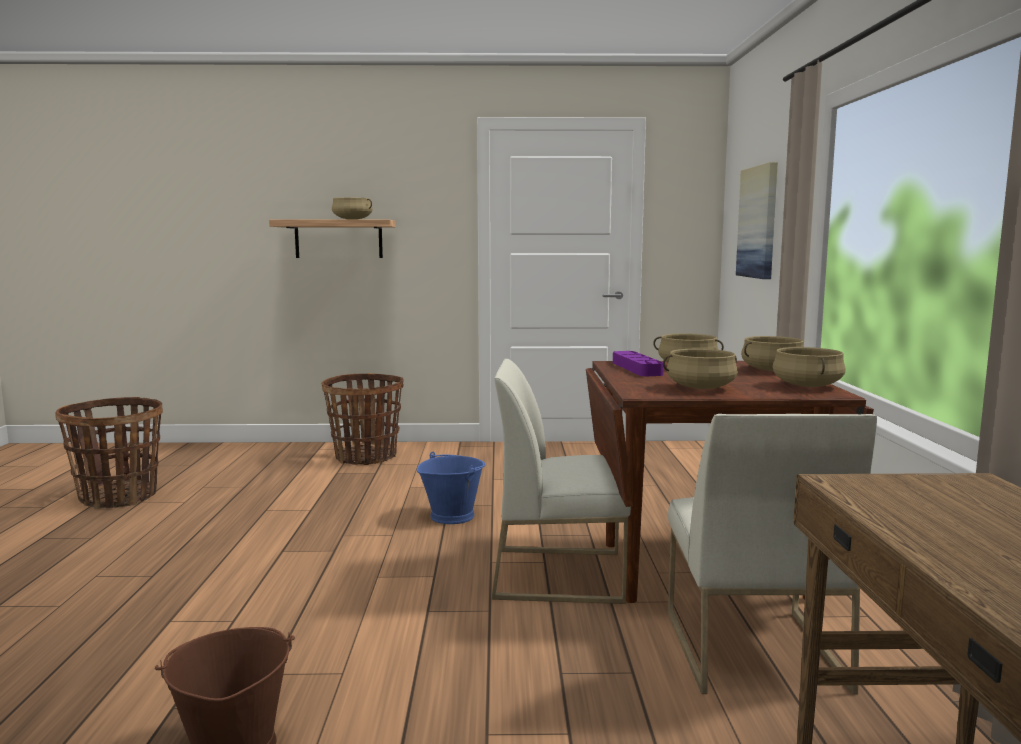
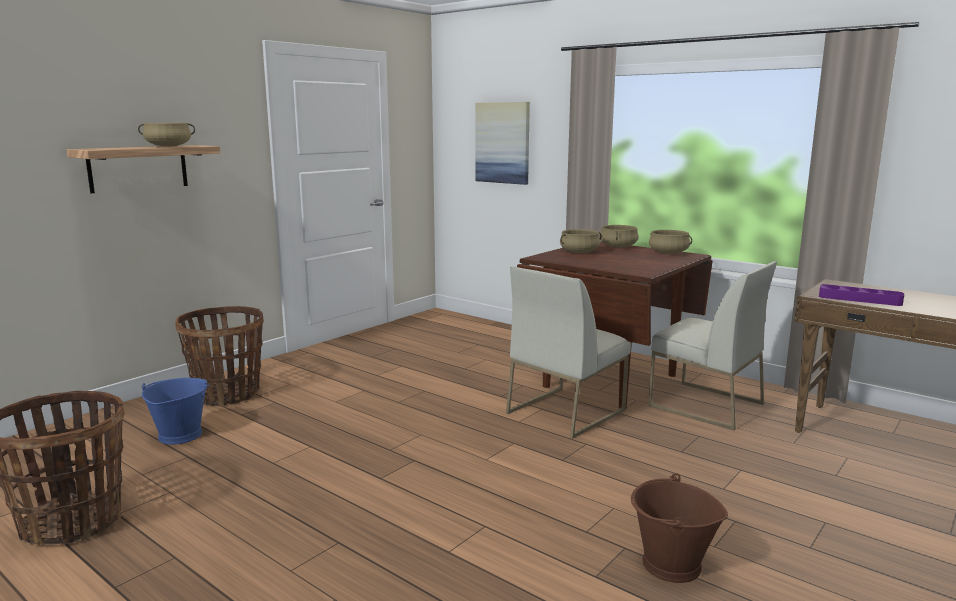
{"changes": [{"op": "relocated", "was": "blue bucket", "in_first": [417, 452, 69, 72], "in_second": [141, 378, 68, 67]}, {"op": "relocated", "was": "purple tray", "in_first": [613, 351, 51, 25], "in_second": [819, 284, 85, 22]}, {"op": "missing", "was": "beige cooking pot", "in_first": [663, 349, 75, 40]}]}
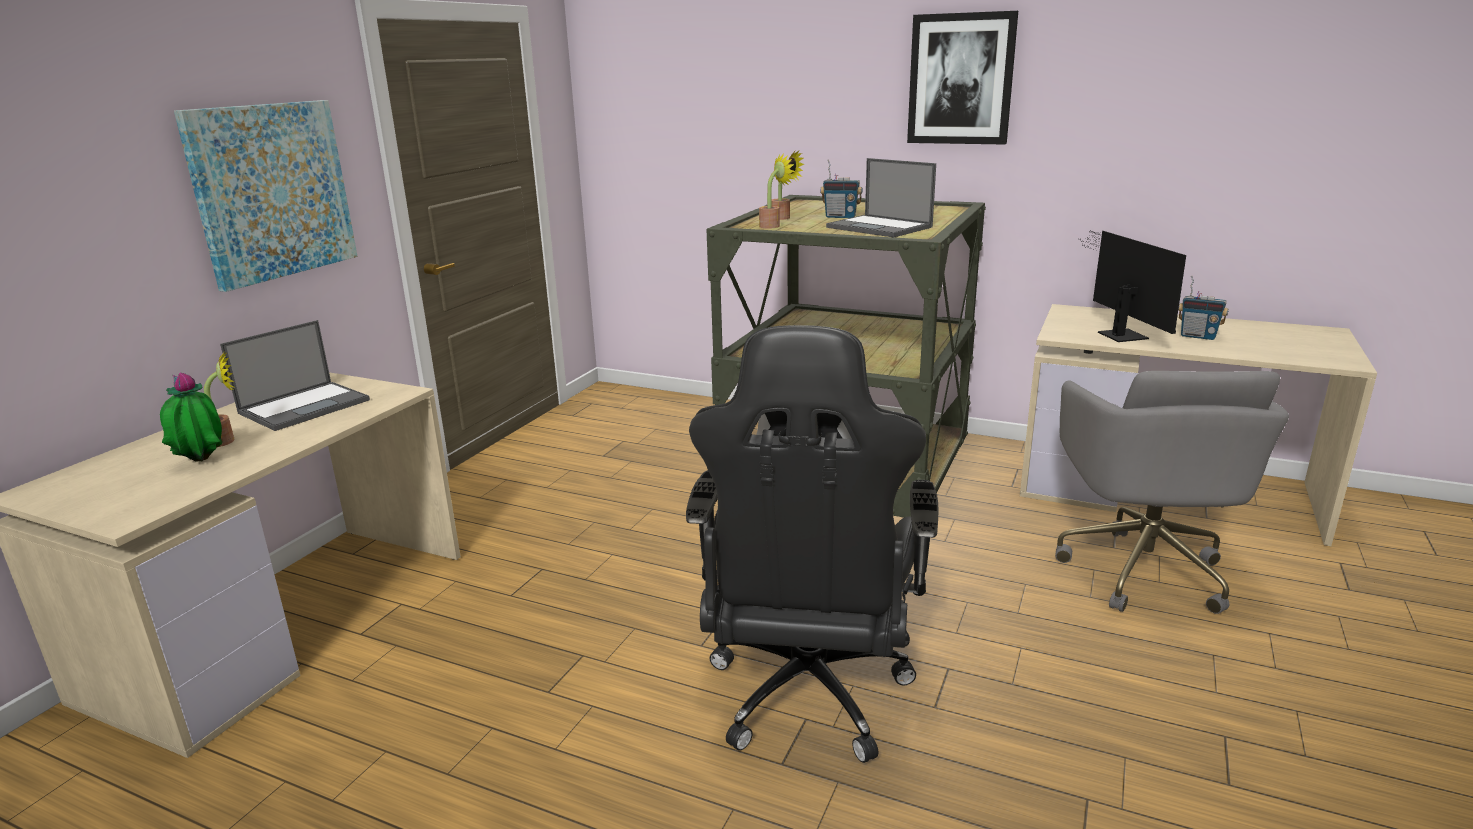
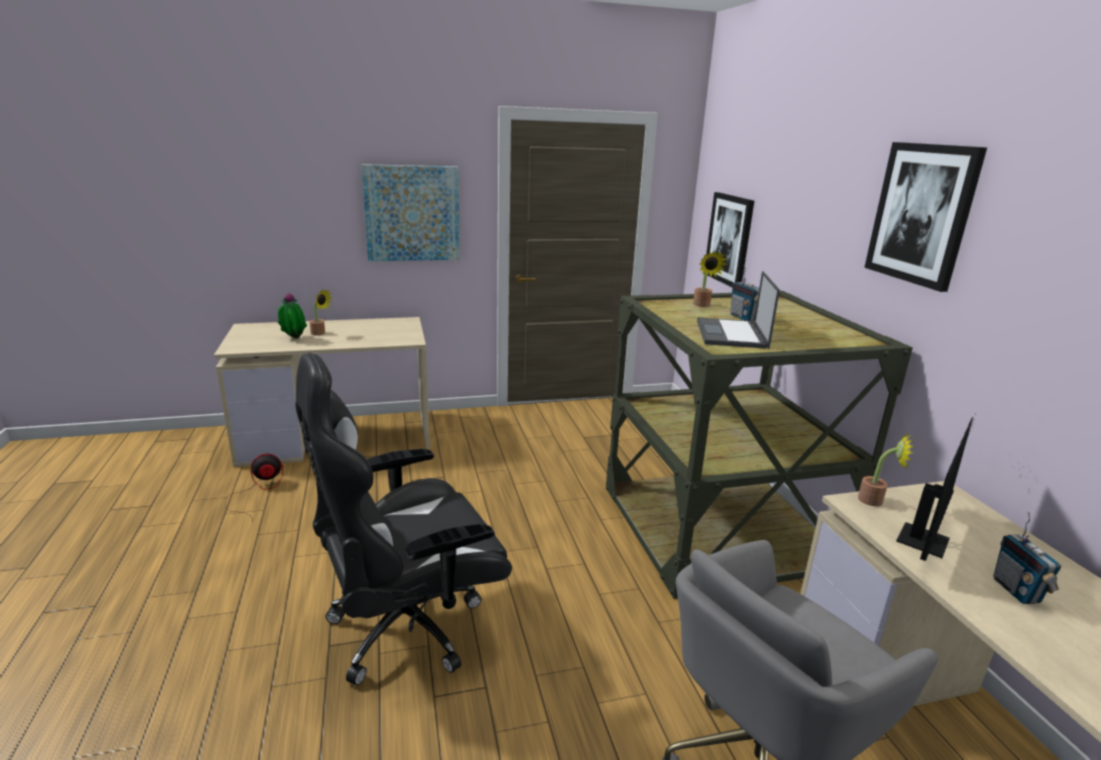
{"changes": [{"op": "appeared", "now": "fan", "in_second": [225, 454, 58, 69]}, {"op": "appeared", "now": "picture", "in_second": [706, 192, 48, 95]}, {"op": "relocated", "was": "potted plant", "in_first": [759, 154, 36, 75], "in_second": [858, 433, 56, 73]}, {"op": "missing", "was": "laptop", "in_first": [220, 320, 150, 111]}]}
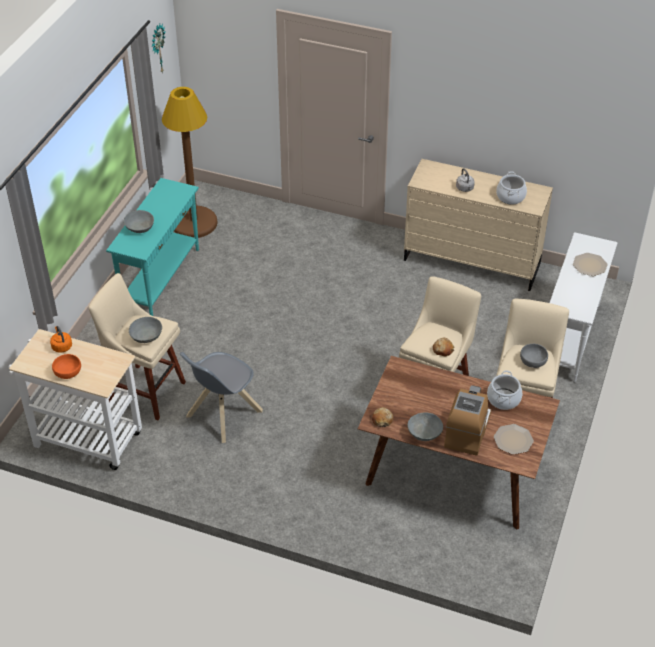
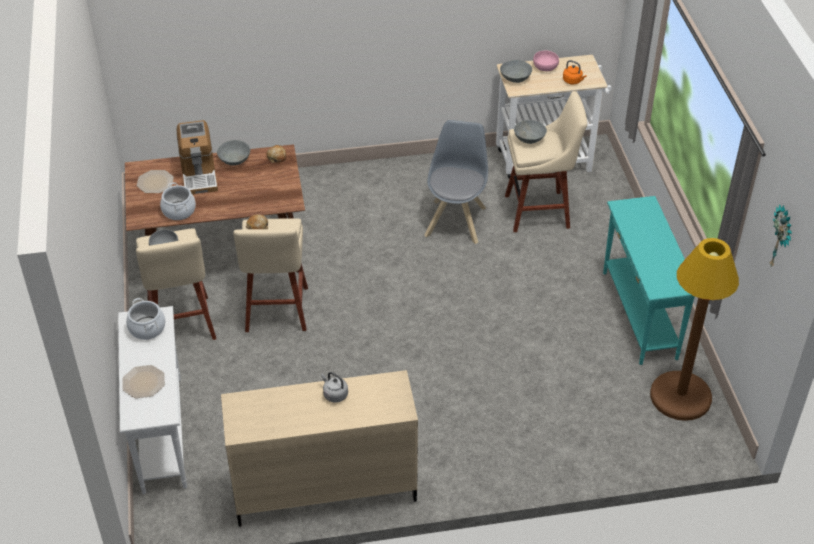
{"changes": [{"op": "relocated", "was": "cooking pot", "in_first": [496, 171, 31, 34], "in_second": [126, 298, 40, 42]}, {"op": "relocated", "was": "grey bowl", "in_first": [124, 210, 30, 23], "in_second": [500, 60, 32, 23]}, {"op": "colour", "was": "orange bowl", "now": "pink bowl", "in_first": [52, 354, 29, 25], "in_second": [533, 51, 26, 20]}]}
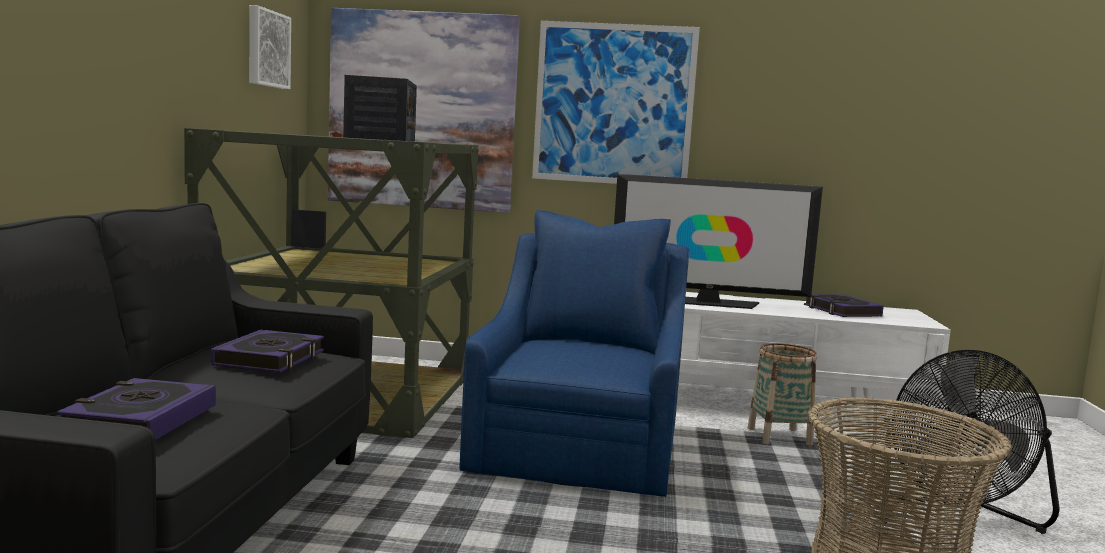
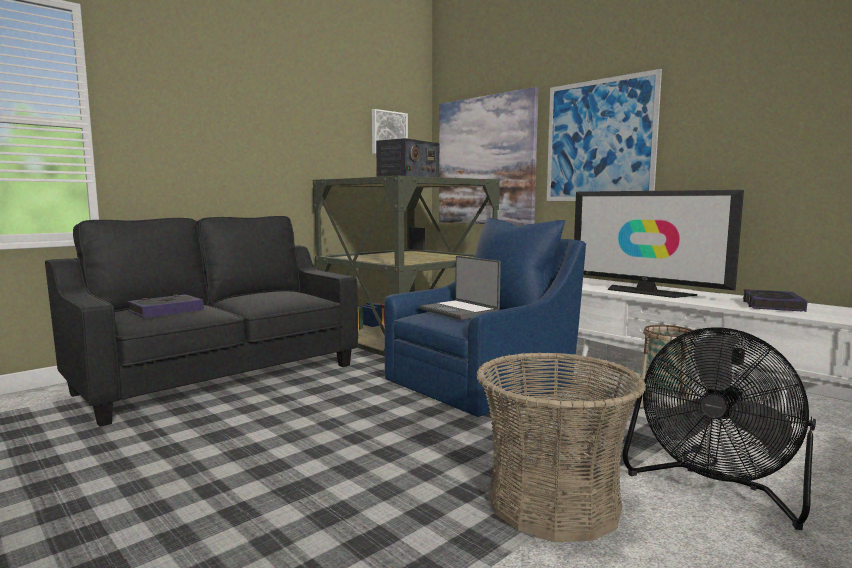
{"changes": [{"op": "appeared", "now": "laptop", "in_second": [420, 256, 81, 64]}, {"op": "missing", "was": "book", "in_first": [211, 330, 113, 43]}]}
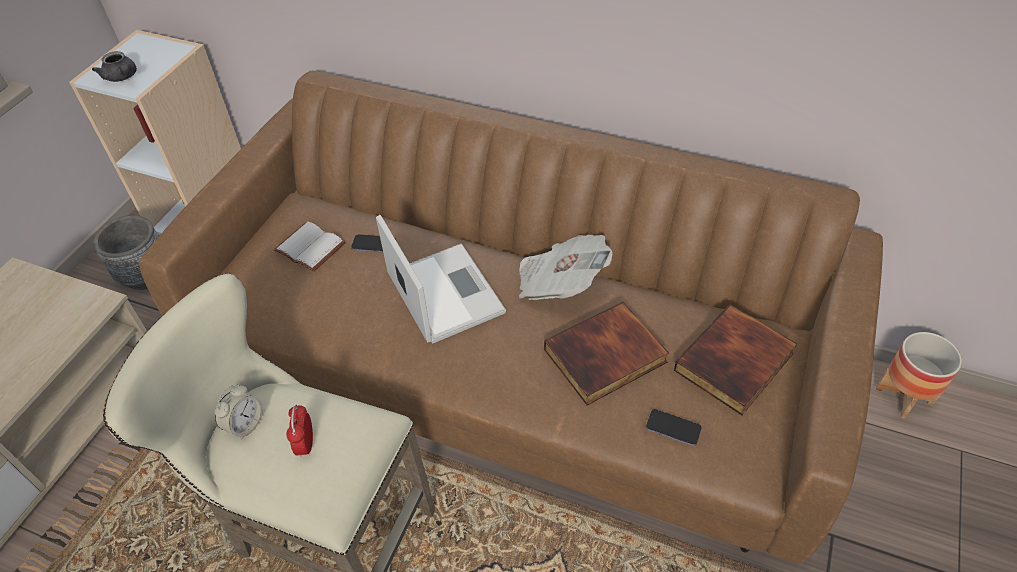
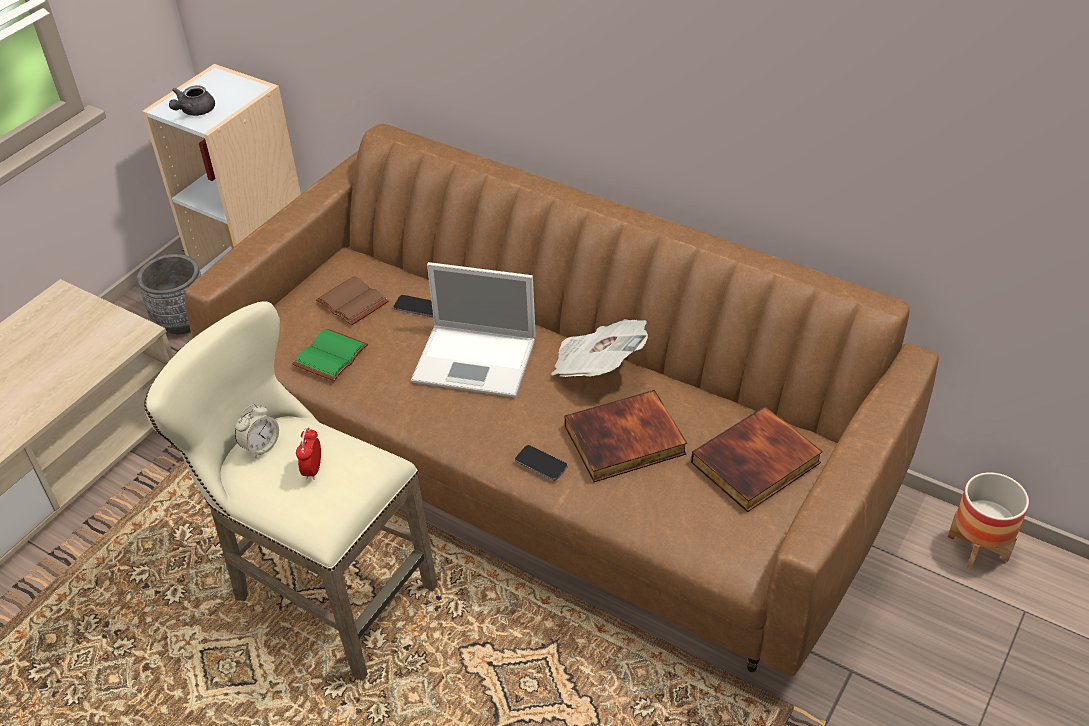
{"changes": [{"op": "spun", "was": "grey teapot", "in_first": [92, 51, 45, 31], "in_second": [169, 85, 46, 31], "clockwise": 60}, {"op": "appeared", "now": "green book", "in_second": [292, 329, 76, 52]}, {"op": "colour", "was": "white book", "now": "brown book", "in_first": [274, 222, 72, 50], "in_second": [316, 276, 73, 50]}, {"op": "spun", "was": "laptop", "in_first": [376, 215, 130, 129], "in_second": [411, 262, 125, 136], "clockwise": 120}, {"op": "relocated", "was": "phone", "in_first": [646, 409, 56, 37], "in_second": [515, 445, 52, 35]}]}
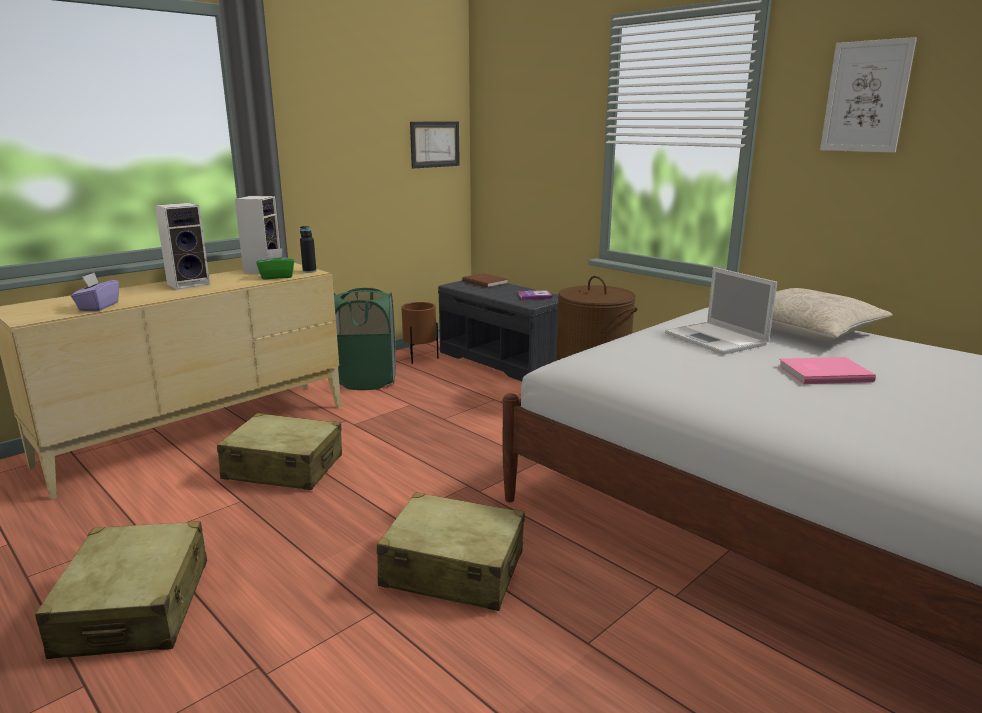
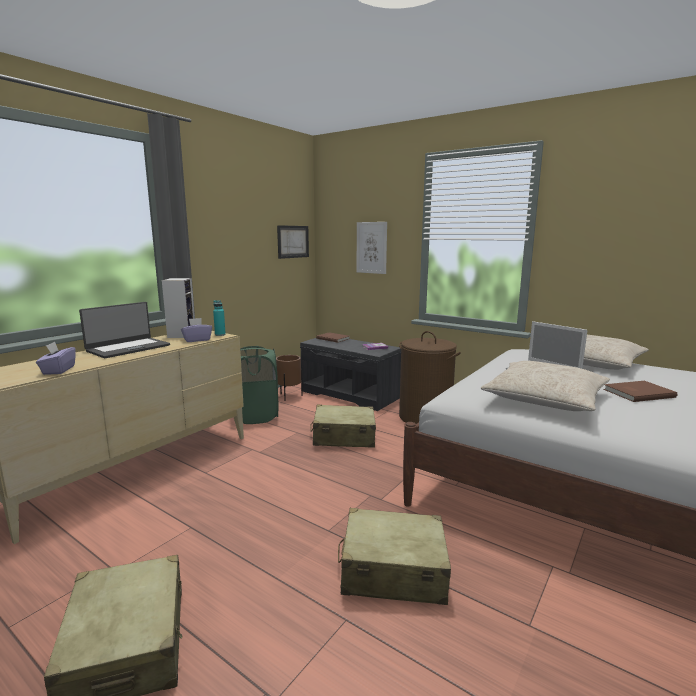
{"changes": [{"op": "exchanged", "was": "speaker", "now": "laptop", "in_first": [155, 203, 55, 87], "in_second": [79, 302, 91, 56]}, {"op": "colour", "was": "green tissue box", "now": "purple tissue box", "in_first": [256, 248, 38, 31], "in_second": [181, 318, 31, 24]}, {"op": "colour", "was": "black bottle", "now": "turquoise bottle", "in_first": [300, 226, 16, 47], "in_second": [213, 300, 13, 36]}, {"op": "relocated", "was": "beige suitcase", "in_first": [217, 413, 125, 77], "in_second": [310, 405, 66, 43]}, {"op": "relocated", "was": "picture", "in_first": [820, 37, 97, 116], "in_second": [356, 222, 31, 52]}, {"op": "appeared", "now": "beige pillow", "in_second": [481, 361, 129, 50]}, {"op": "colour", "was": "pink book", "now": "brown book", "in_first": [778, 357, 98, 27], "in_second": [603, 381, 74, 21]}]}
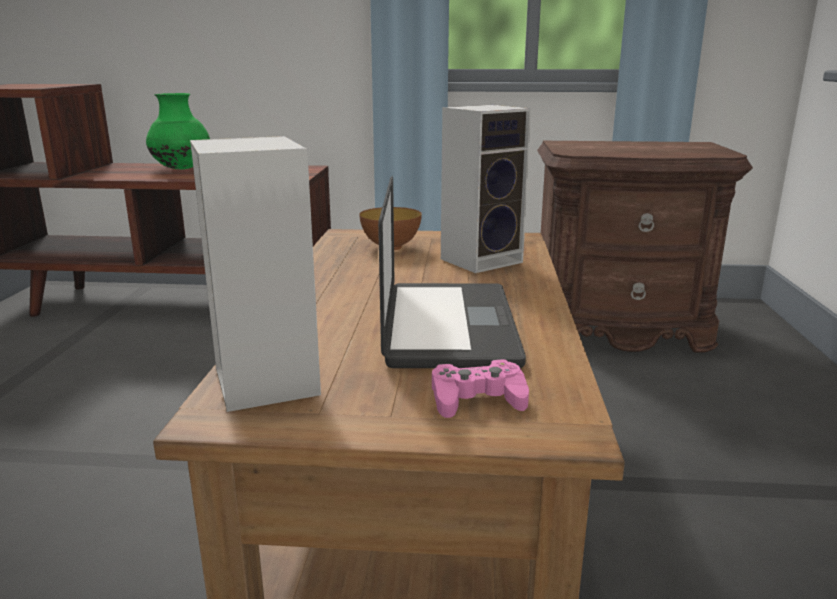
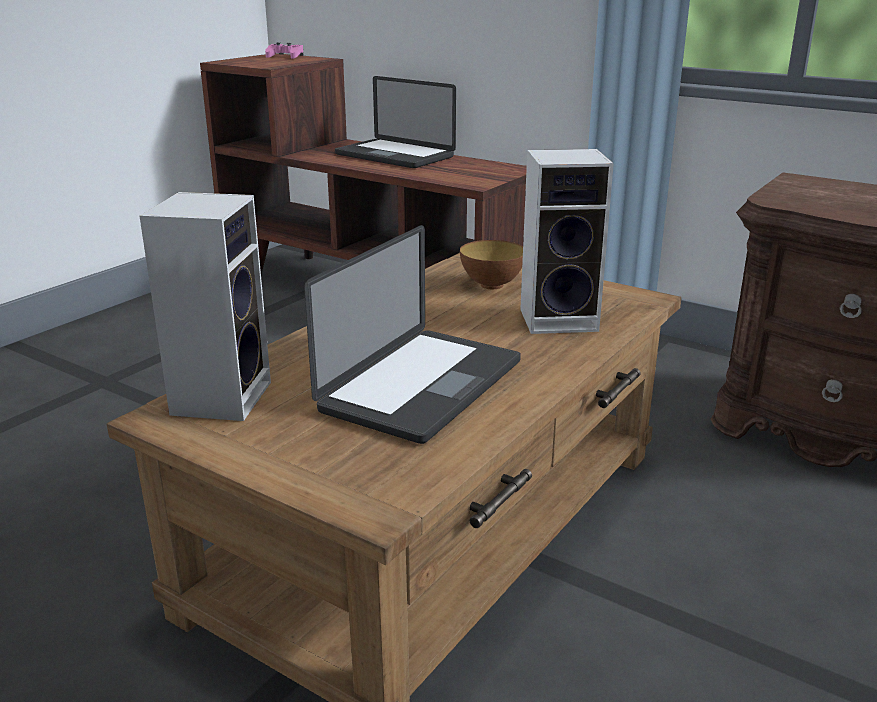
{"changes": [{"op": "relocated", "was": "pink game controller", "in_first": [432, 359, 97, 59], "in_second": [265, 42, 38, 17]}, {"op": "exchanged", "was": "green vase", "now": "laptop", "in_first": [146, 93, 64, 77], "in_second": [335, 76, 121, 92]}]}
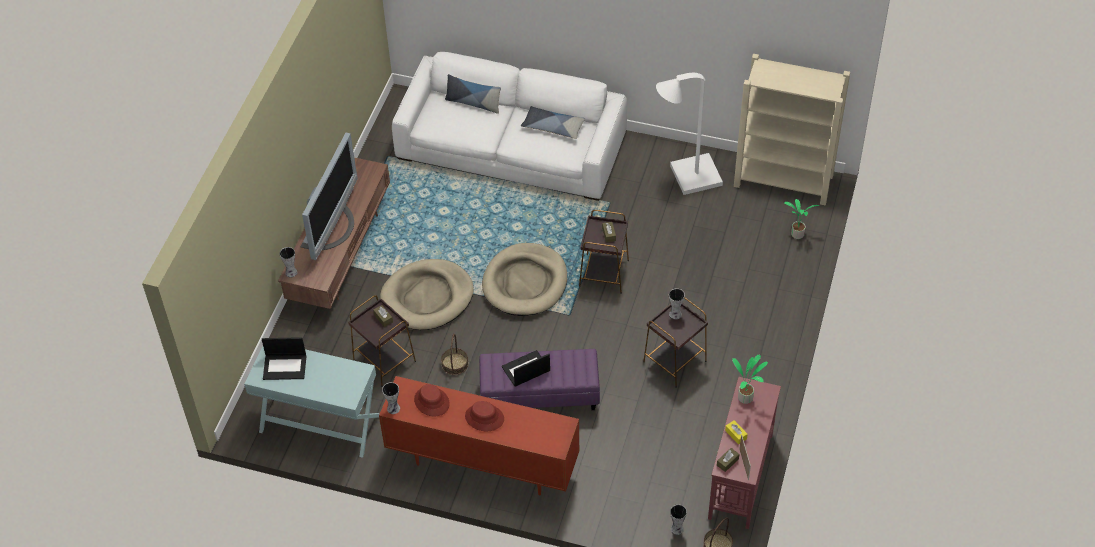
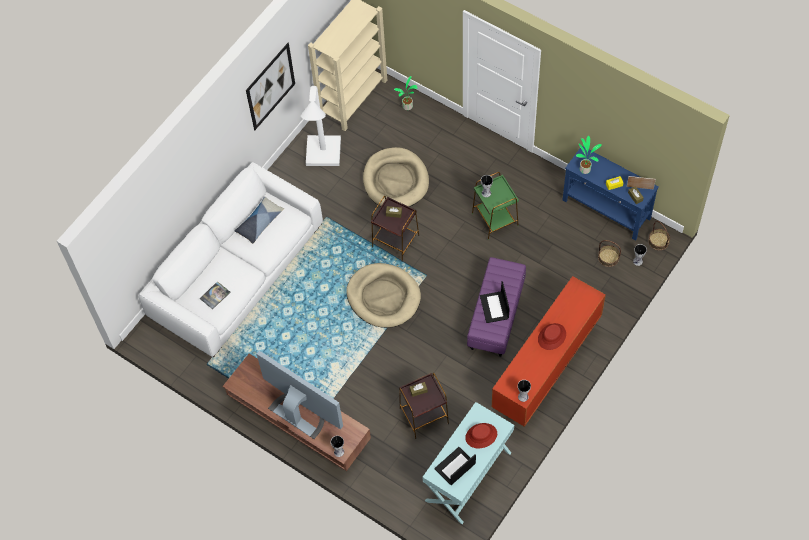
{"changes": [{"op": "appeared", "now": "book", "in_second": [200, 281, 31, 28]}, {"op": "appeared", "now": "picture", "in_second": [246, 43, 49, 87]}, {"op": "relocated", "was": "beige dog bed", "in_first": [380, 259, 94, 71], "in_second": [363, 147, 66, 60]}, {"op": "spun", "was": "laptop", "in_first": [262, 337, 44, 43], "in_second": [434, 447, 42, 38], "clockwise": -150}, {"op": "relocated", "was": "red hat", "in_first": [414, 384, 35, 33], "in_second": [465, 423, 32, 25]}, {"op": "colour", "was": "brown side table", "now": "green side table", "in_first": [643, 297, 65, 91], "in_second": [472, 172, 47, 68]}, {"op": "colour", "was": "red console table", "now": "blue console table", "in_first": [708, 377, 73, 152], "in_second": [562, 146, 97, 95]}, {"op": "relocated", "was": "basket", "in_first": [441, 334, 27, 41], "in_second": [598, 240, 23, 27]}, {"op": "missing", "was": "pillow", "in_first": [445, 74, 56, 40]}]}
